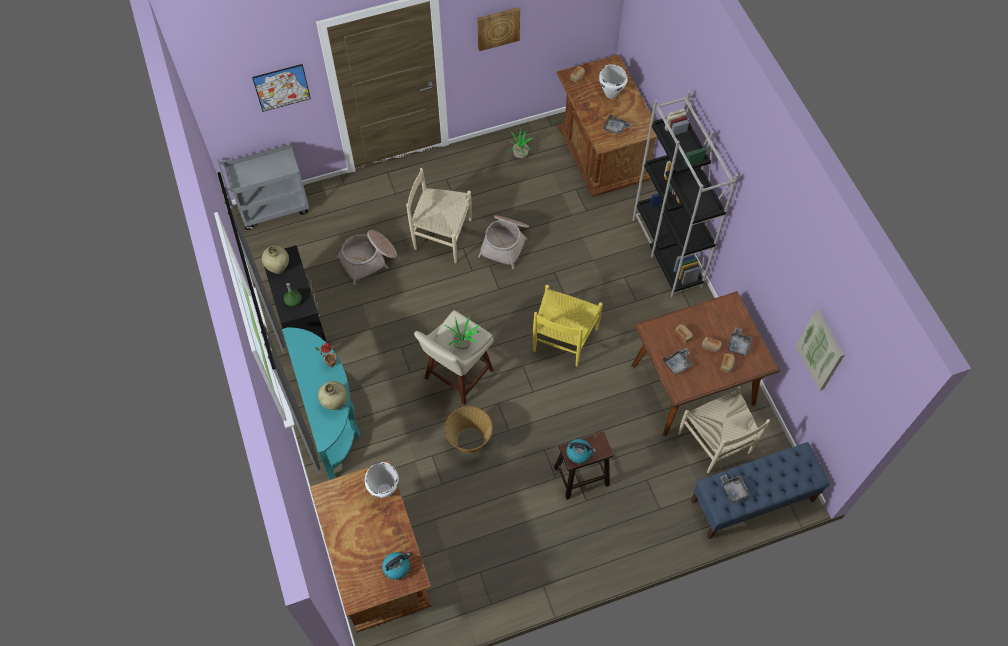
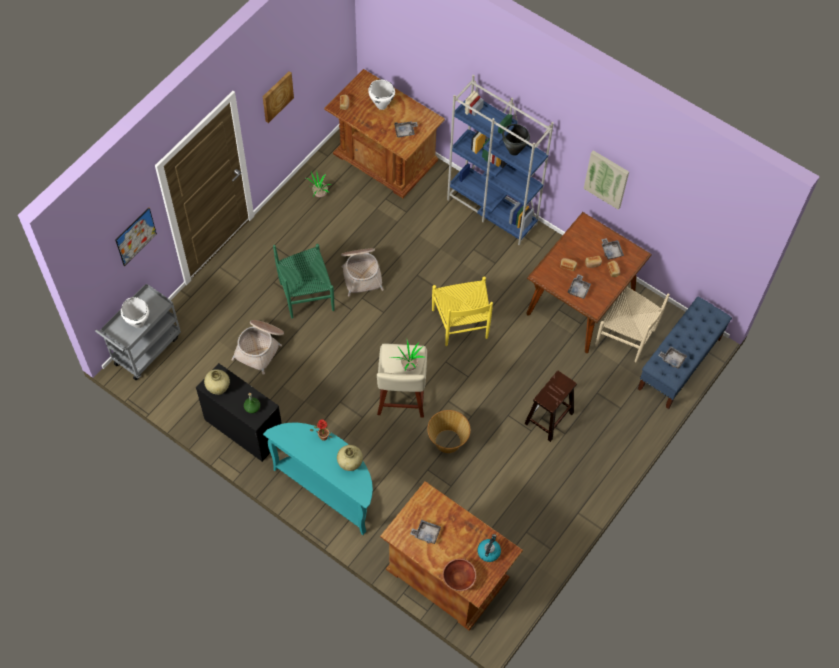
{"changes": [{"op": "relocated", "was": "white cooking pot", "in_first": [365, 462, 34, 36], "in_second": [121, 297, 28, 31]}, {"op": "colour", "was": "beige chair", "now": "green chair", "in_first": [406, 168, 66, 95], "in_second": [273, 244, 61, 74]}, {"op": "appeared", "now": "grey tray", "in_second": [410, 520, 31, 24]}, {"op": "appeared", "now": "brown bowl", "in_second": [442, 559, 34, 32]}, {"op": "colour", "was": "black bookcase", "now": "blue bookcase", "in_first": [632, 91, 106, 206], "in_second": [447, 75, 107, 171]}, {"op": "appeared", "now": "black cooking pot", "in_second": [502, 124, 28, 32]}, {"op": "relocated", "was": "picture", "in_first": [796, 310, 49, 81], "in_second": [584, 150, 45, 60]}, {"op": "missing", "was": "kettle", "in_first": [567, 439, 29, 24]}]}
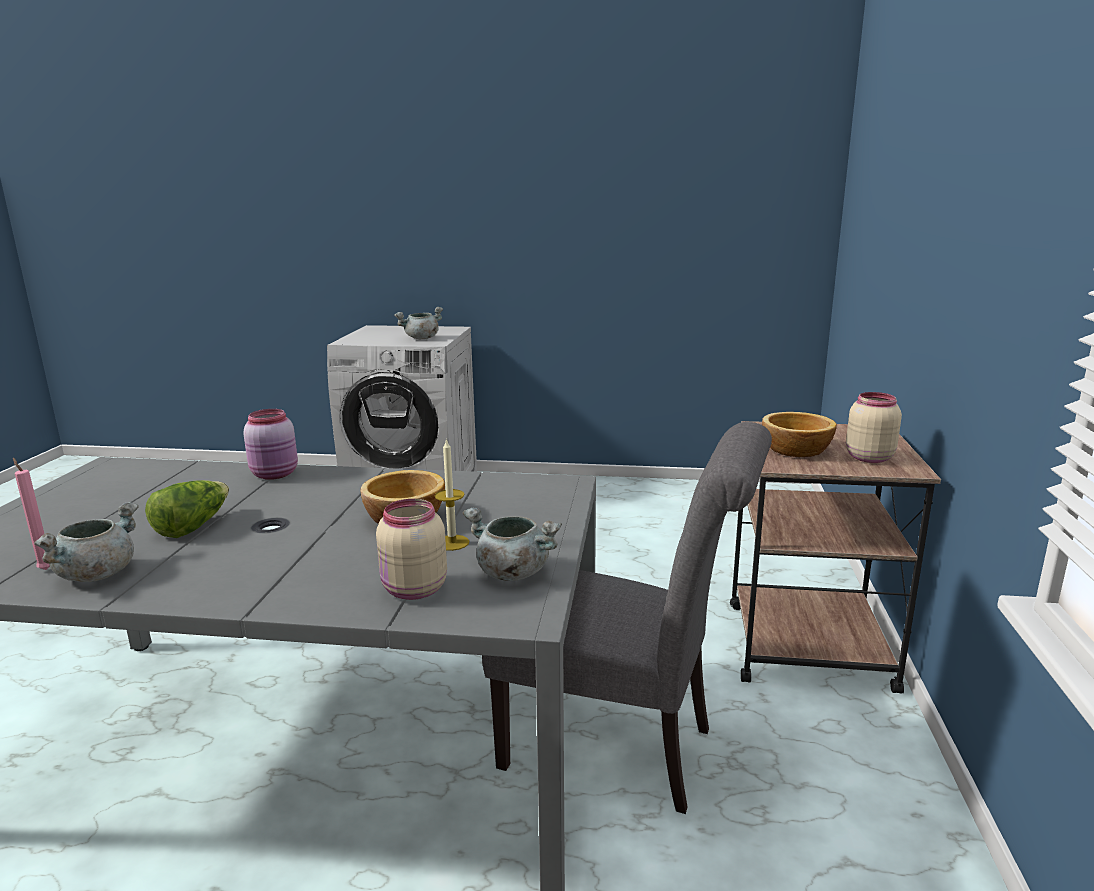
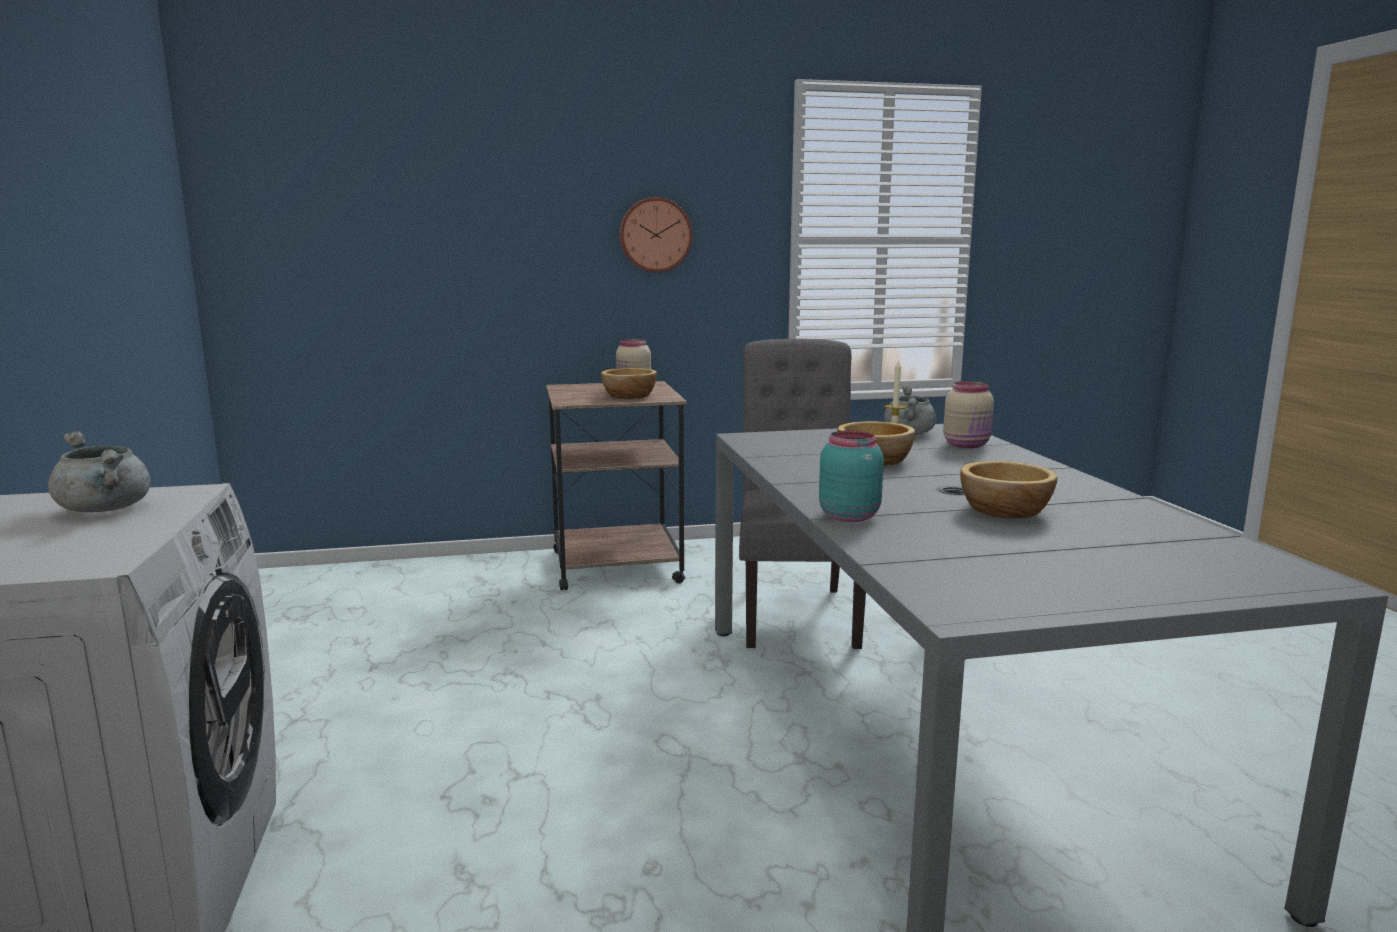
{"changes": [{"op": "appeared", "now": "wall clock", "in_second": [619, 197, 74, 76]}, {"op": "colour", "was": "pink jar", "now": "turquoise jar", "in_first": [244, 409, 54, 71], "in_second": [819, 430, 65, 92]}, {"op": "exchanged", "was": "lettuce", "now": "bowl", "in_first": [145, 480, 84, 58], "in_second": [960, 461, 97, 58]}, {"op": "missing", "was": "pink candle", "in_first": [13, 458, 37, 112]}, {"op": "missing", "was": "grey cooking pot", "in_first": [34, 502, 105, 80]}]}
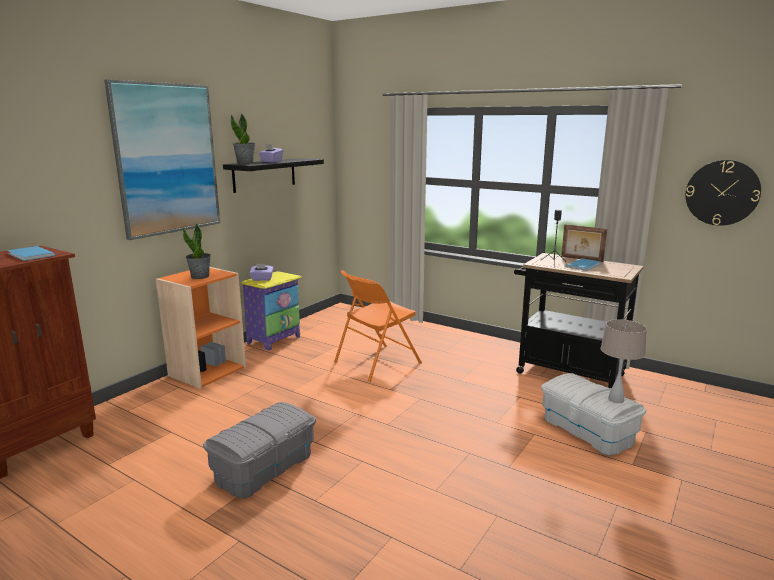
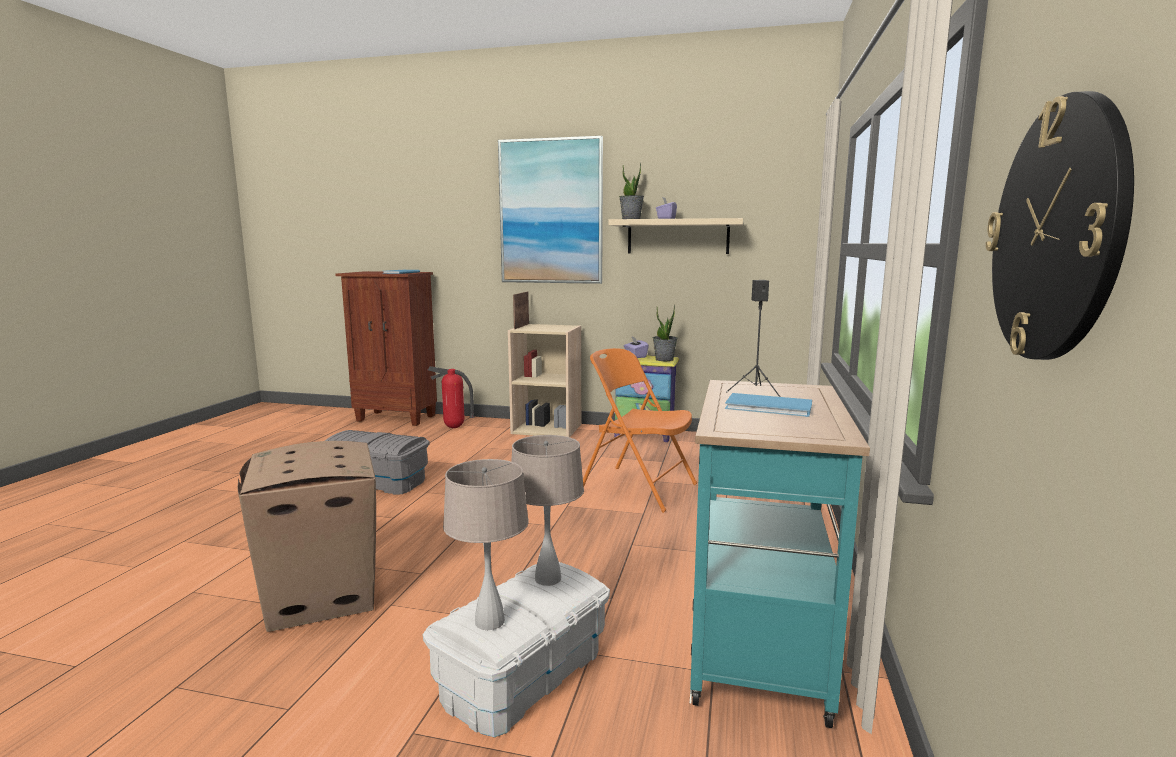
{"changes": [{"op": "appeared", "now": "cardboard box", "in_second": [237, 441, 139, 191]}, {"op": "appeared", "now": "fire extinguisher", "in_second": [428, 366, 46, 62]}, {"op": "colour", "was": "orange bookcase", "now": "beige bookcase", "in_first": [156, 267, 90, 121], "in_second": [508, 324, 73, 113]}, {"op": "appeared", "now": "beige table lamp", "in_second": [511, 435, 73, 151]}, {"op": "relocated", "was": "picture frame", "in_first": [561, 225, 46, 37], "in_second": [513, 292, 16, 37]}, {"op": "colour", "was": "black shelf", "now": "beige shelf", "in_first": [223, 158, 101, 35], "in_second": [609, 218, 134, 36]}, {"op": "relocated", "was": "potted plant", "in_first": [183, 223, 28, 56], "in_second": [653, 304, 24, 57]}, {"op": "colour", "was": "black cart", "now": "turquoise cart", "in_first": [514, 253, 130, 136], "in_second": [690, 380, 180, 348]}]}
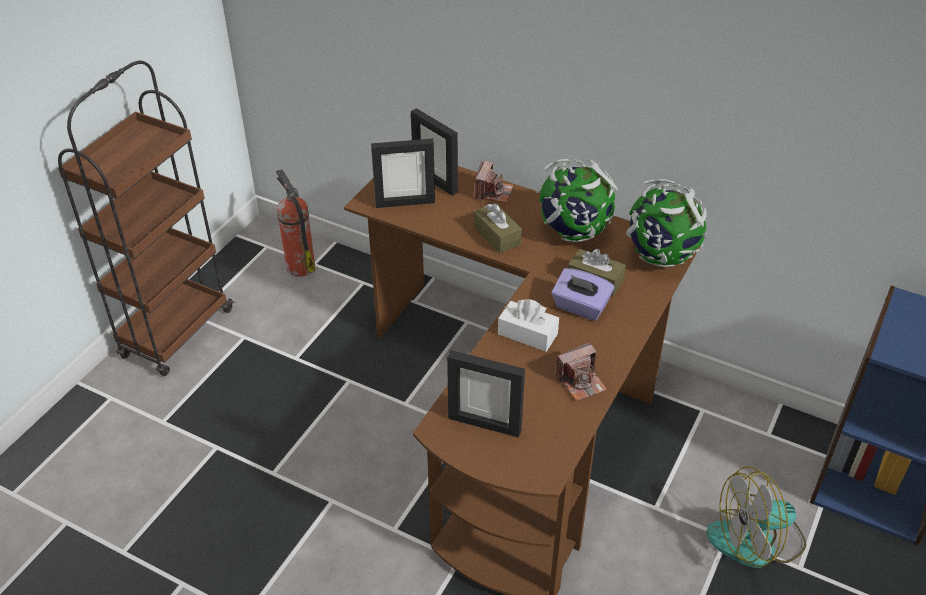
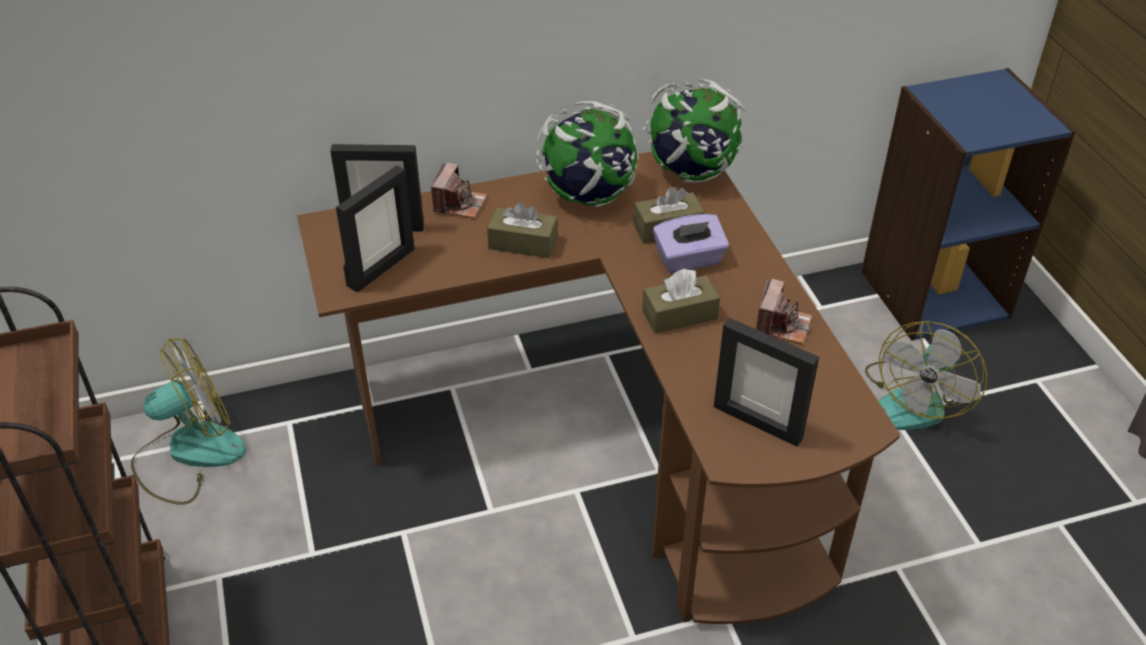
{"changes": [{"op": "exchanged", "was": "fire extinguisher", "now": "fan", "in_first": [276, 169, 40, 108], "in_second": [131, 338, 115, 167]}, {"op": "spun", "was": "photo camera", "in_first": [475, 161, 39, 42], "in_second": [431, 162, 56, 56], "clockwise": 45}, {"op": "colour", "was": "white tissue box", "now": "brown tissue box", "in_first": [498, 299, 61, 53], "in_second": [642, 269, 78, 65]}, {"op": "spun", "was": "picture frame", "in_first": [447, 350, 78, 88], "in_second": [714, 318, 105, 129], "clockwise": 60}]}
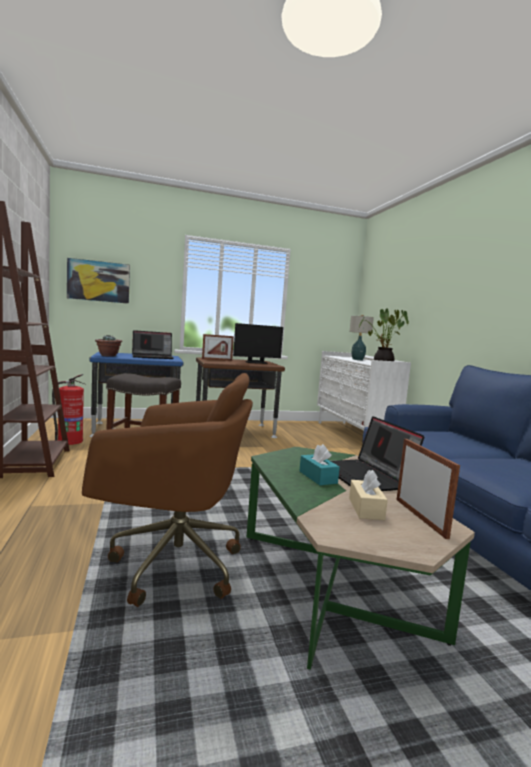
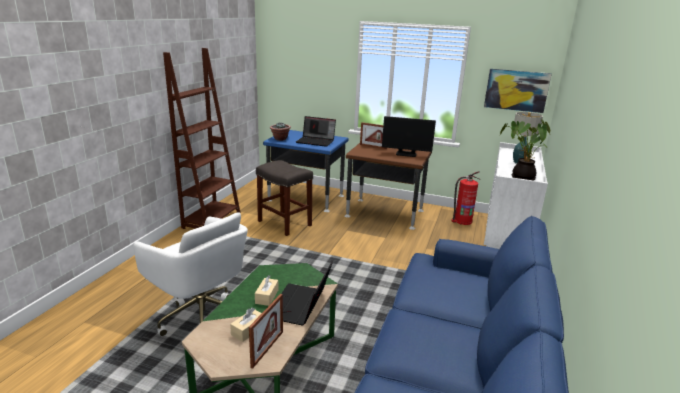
{"changes": [{"op": "colour", "was": "brown office chair", "now": "white office chair", "in_first": [82, 373, 171, 234], "in_second": [133, 212, 115, 124]}, {"op": "colour", "was": "turquoise tissue box", "now": "beige tissue box", "in_first": [300, 444, 40, 42], "in_second": [255, 275, 23, 31]}, {"op": "relocated", "was": "fire extinguisher", "in_first": [52, 374, 34, 71], "in_second": [451, 171, 28, 54]}, {"op": "relocated", "was": "picture", "in_first": [67, 258, 63, 46], "in_second": [484, 69, 68, 44]}]}
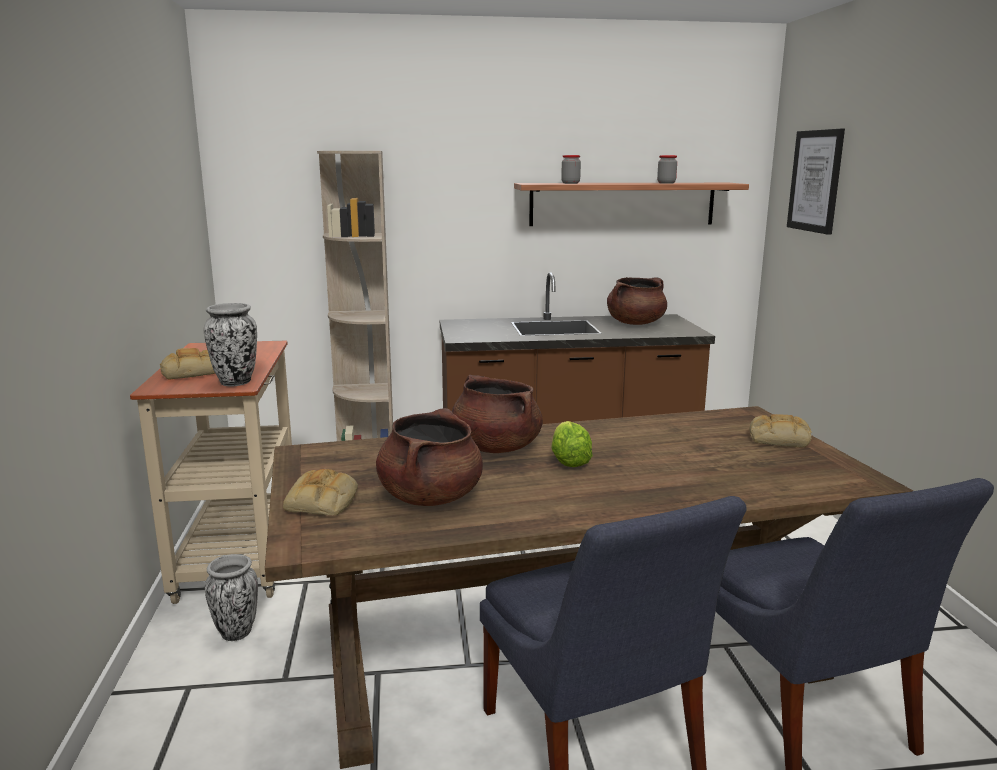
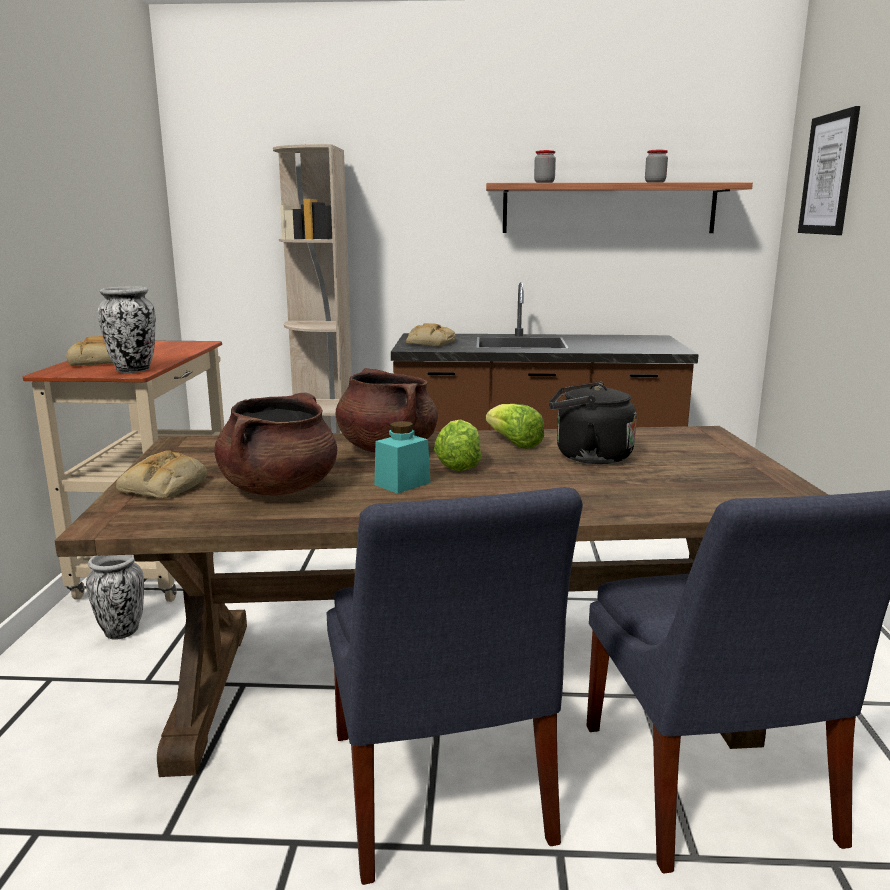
{"changes": [{"op": "appeared", "now": "turquoise jar", "in_second": [374, 421, 57, 73]}, {"op": "relocated", "was": "bread", "in_first": [749, 414, 63, 33], "in_second": [406, 323, 50, 23]}, {"op": "appeared", "now": "lettuce", "in_second": [486, 404, 58, 45]}, {"op": "appeared", "now": "black kettle", "in_second": [549, 382, 88, 82]}, {"op": "missing", "was": "brown cooking pot", "in_first": [607, 277, 60, 48]}]}
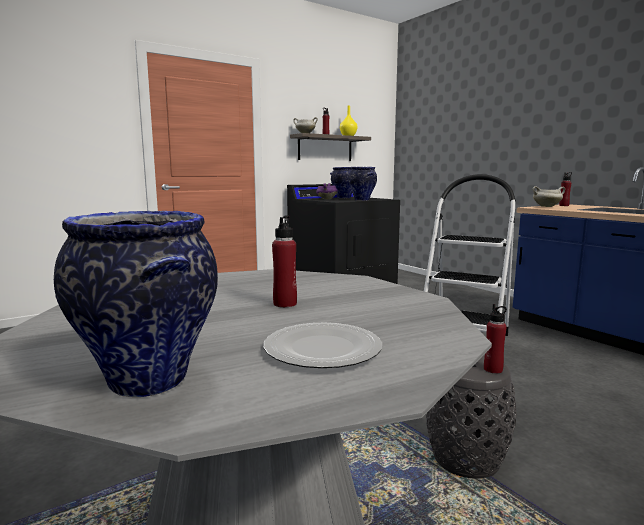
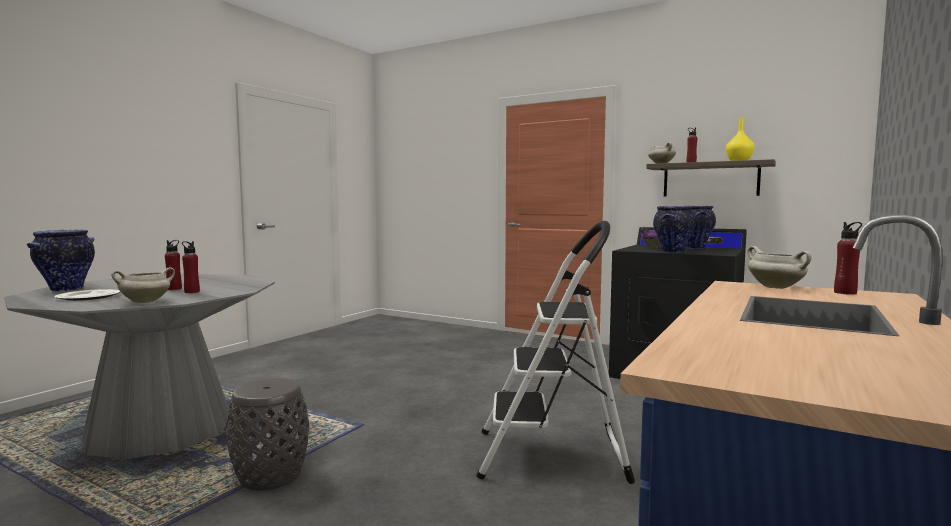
{"changes": [{"op": "appeared", "now": "white cooking pot", "in_second": [111, 267, 64, 36]}, {"op": "relocated", "was": "red bottle", "in_first": [484, 304, 23, 70], "in_second": [182, 241, 18, 52]}]}
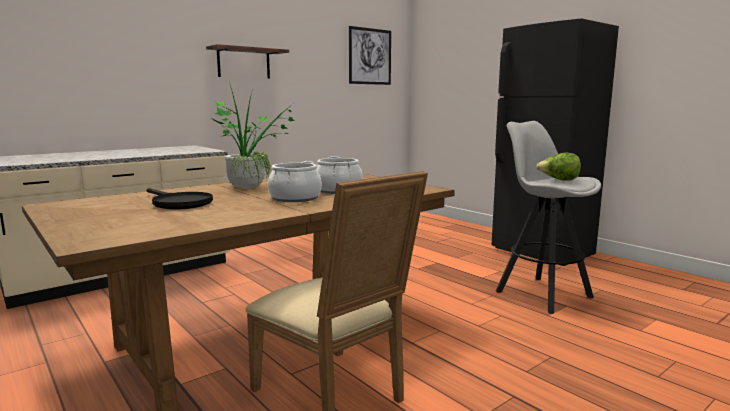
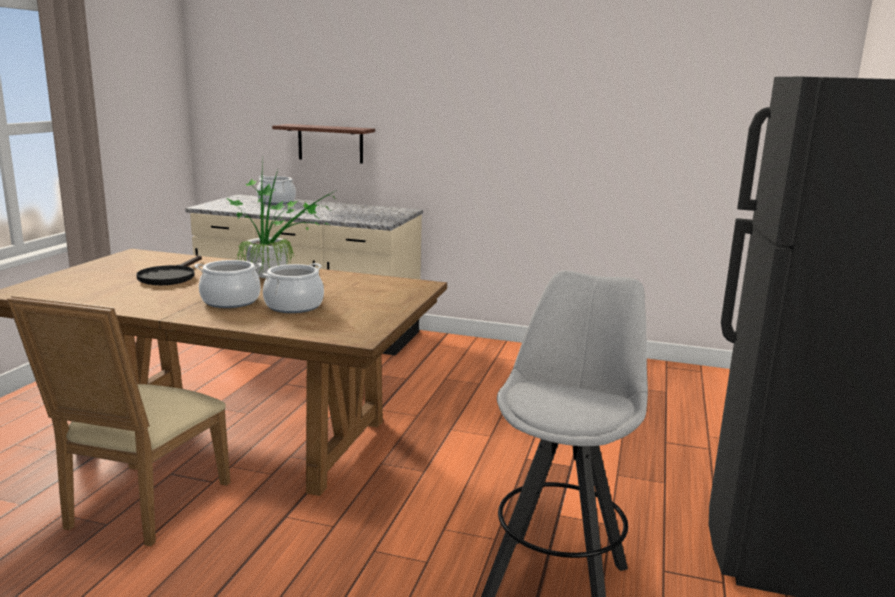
{"changes": [{"op": "appeared", "now": "cooking pot", "in_second": [257, 175, 39, 30]}, {"op": "relocated", "was": "shelf", "in_first": [206, 44, 83, 35], "in_second": [272, 124, 103, 40]}, {"op": "missing", "was": "picture", "in_first": [349, 26, 42, 59]}, {"op": "missing", "was": "lettuce", "in_first": [536, 152, 45, 29]}]}
